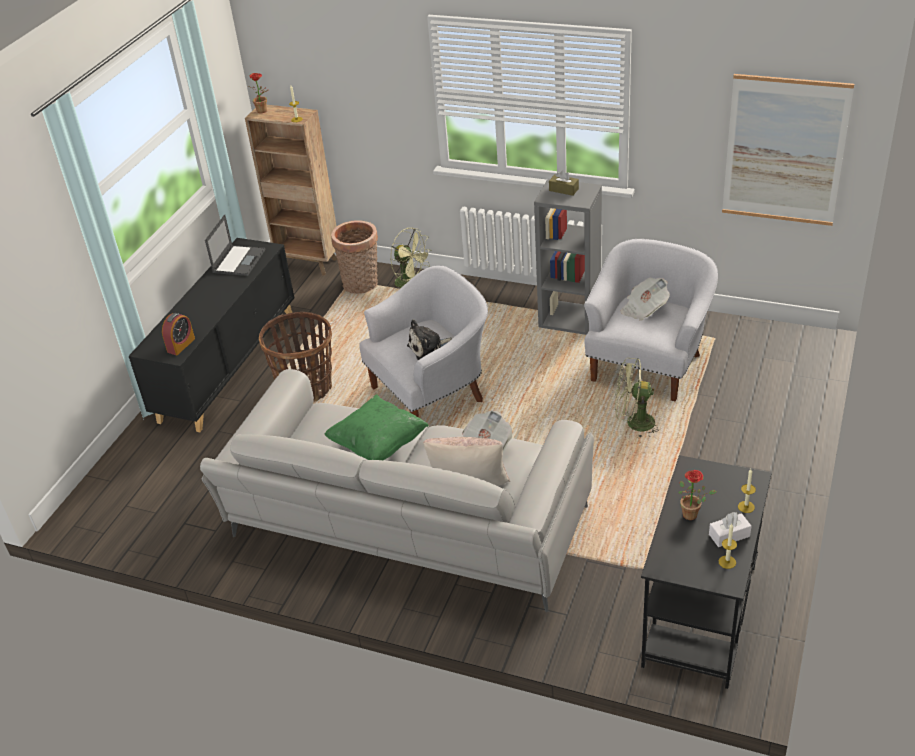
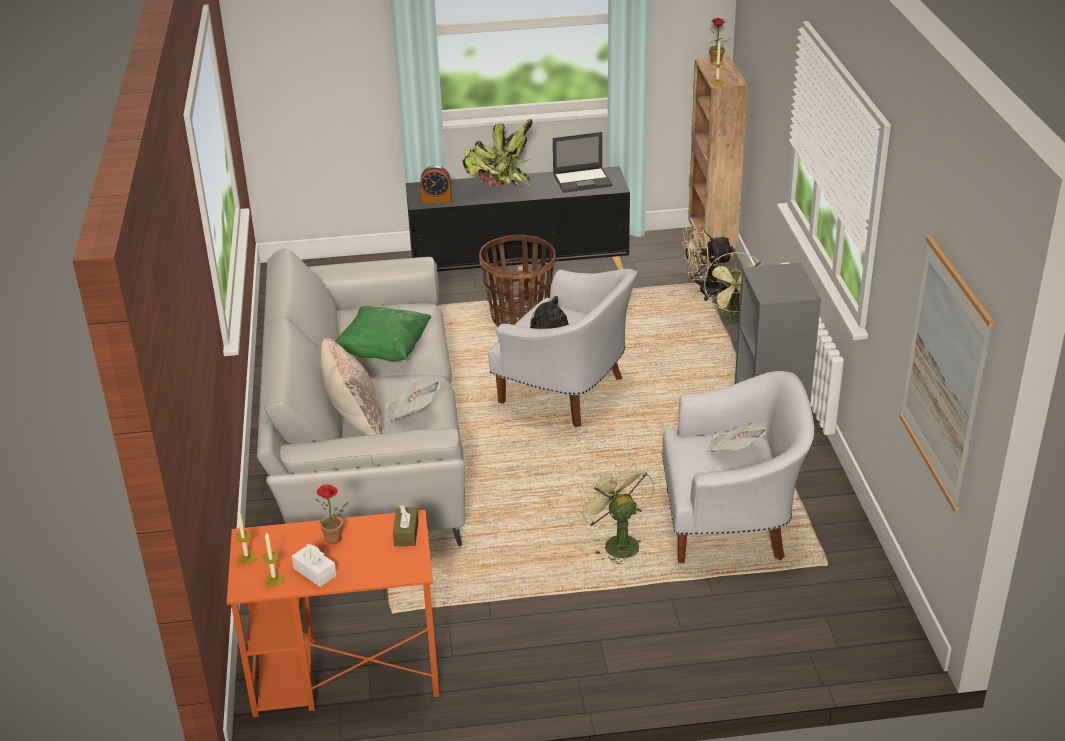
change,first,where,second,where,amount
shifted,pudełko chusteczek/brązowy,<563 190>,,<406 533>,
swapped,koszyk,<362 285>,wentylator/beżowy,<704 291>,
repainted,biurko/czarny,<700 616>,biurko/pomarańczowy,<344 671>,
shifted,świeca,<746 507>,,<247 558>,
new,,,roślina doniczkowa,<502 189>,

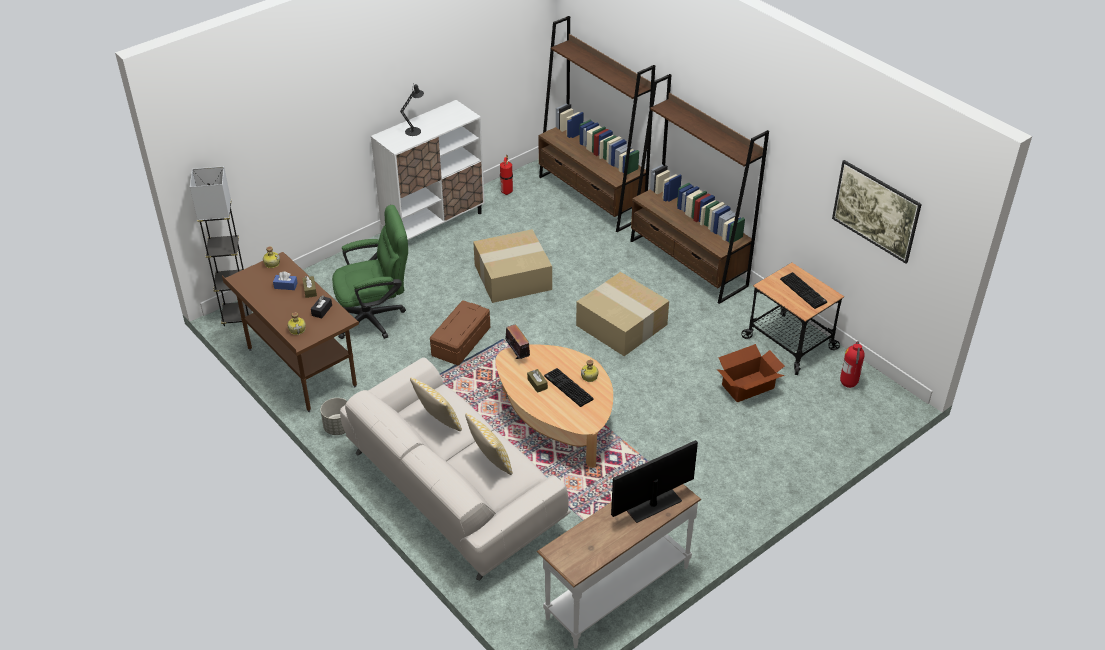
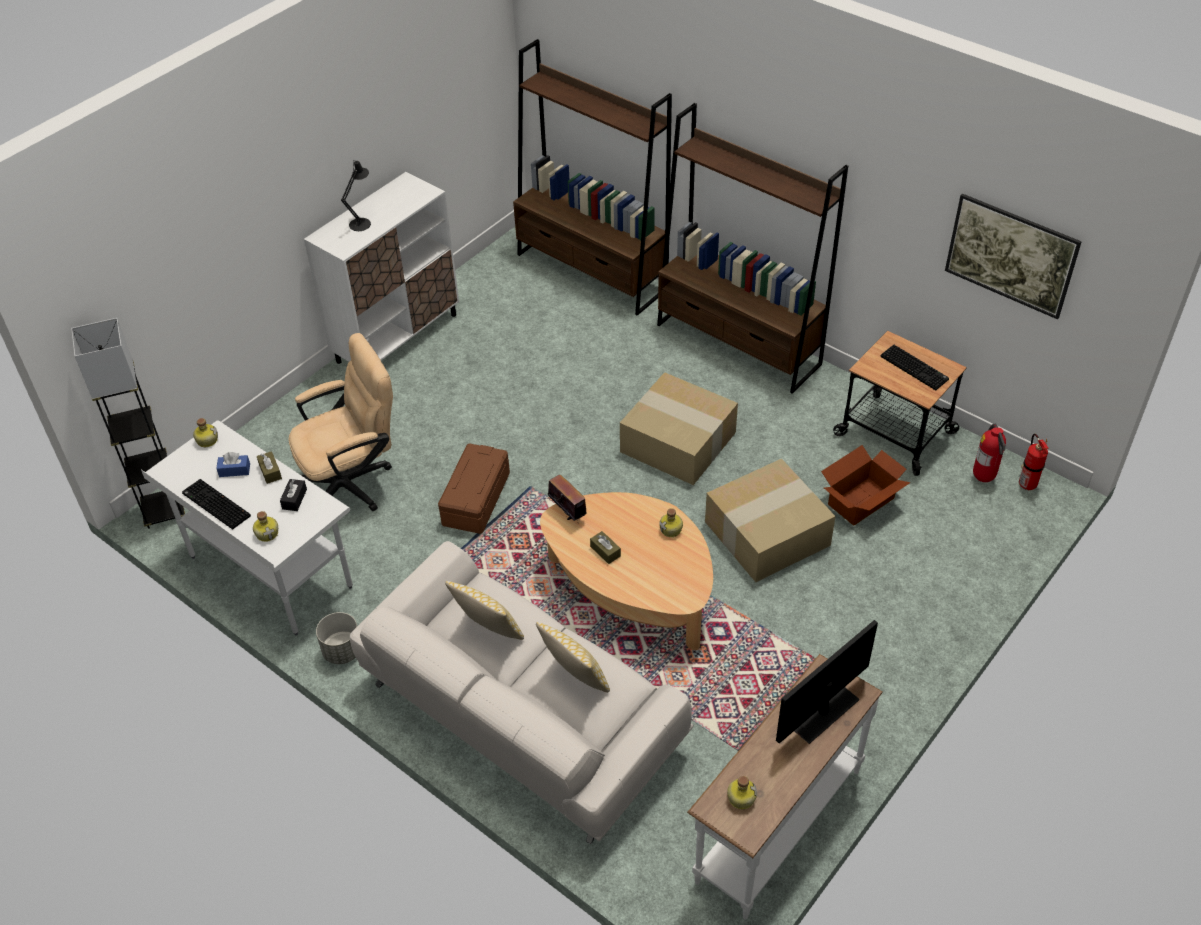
change,first,where,second,where,amount
shifted,gaśnica,<507 191>,,<1026 483>,
repainted,krzesło biurowe/zielony,<375 317>,krzesło biurowe/beżowy,<353 482>,
shifted,karton,<513 276>,,<767 532>,
repainted,biurko/brązowy,<301 368>,biurko/biały,<270 572>,
shifted,klawiatura,<567 388>,,<214 505>,
new,,,butelka,<740 797>,

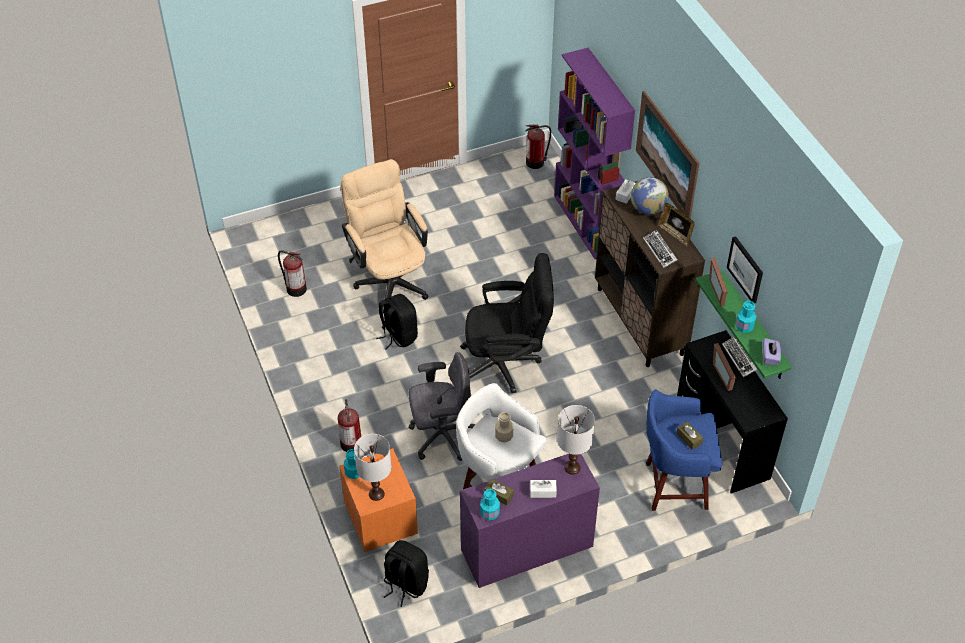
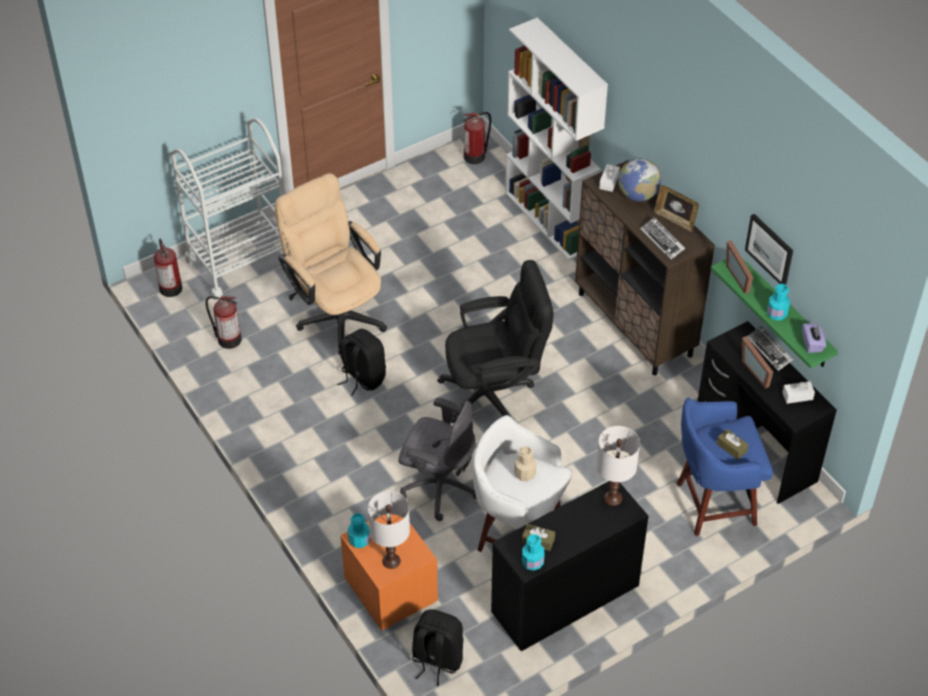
change,first,where,second,where,amount
repainted,regał/fioletowy,<587 223>,regał/biały,<550 220>,
gone,obraz,<667 156>,,,
rotated,krzesło biurowe/szary,<441 436>,,<439 487>,45 degrees clockwise
shifted,gaśnica,<351 442>,,<170 287>,
repainted,biurko/fioletowy,<527 548>,biurko/czarny,<565 599>,
shifted,pudełko chusteczek/biały,<543 492>,,<797 396>,
new,,,wózek/biały,<240 262>,

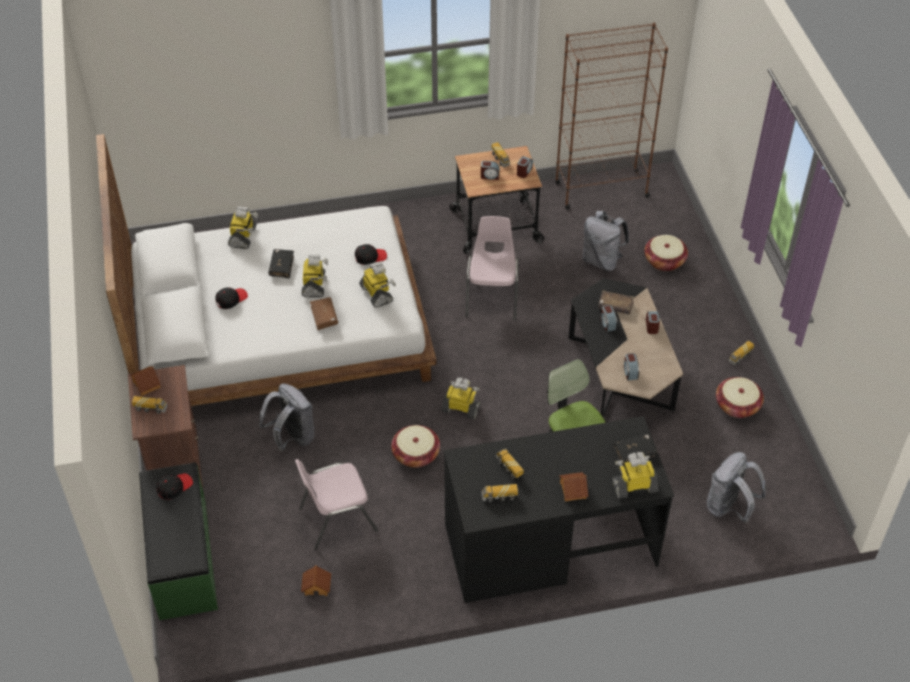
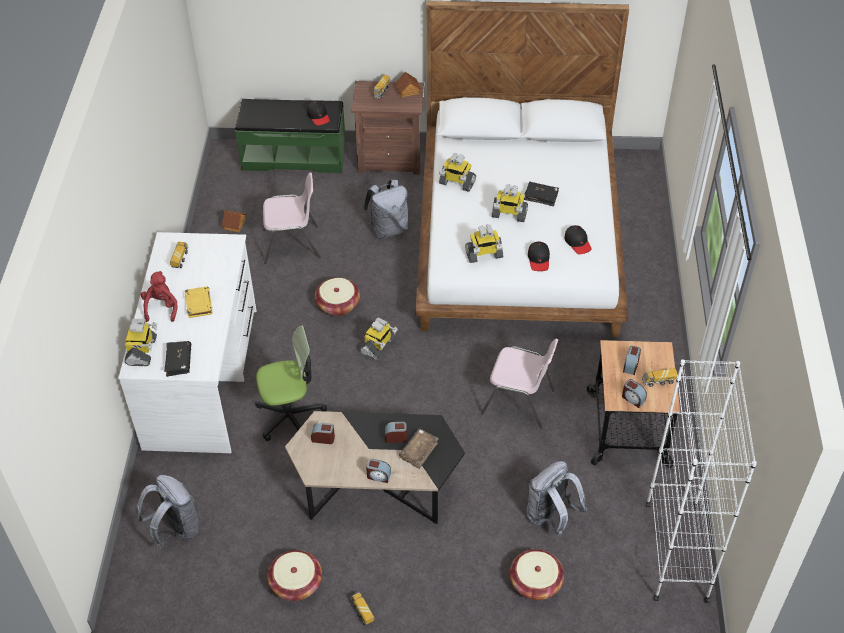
change,first,where,second,where,amount
repainted,regał/brązowy,<601 189>,regał/biały,<676 551>,
shifted,robot zabawkowy,<243 237>,,<456 183>,
shifted,czapka z daszkiem/czarny,<231 299>,,<577 242>,
gone,książka/brązowy,<324 316>,,,
repainted,biurko/czarny,<549 544>,biurko/biały,<202 377>,
gone,ciężarówka zabawkowa,<509 468>,,,
rotated,krzesło/różowy,<336 519>,,<292 244>,90 degrees clockwise
swapped,domek,<572 490>,pluszak/czerwony,<161 308>,
new,,,książka/żółty,<198 304>,

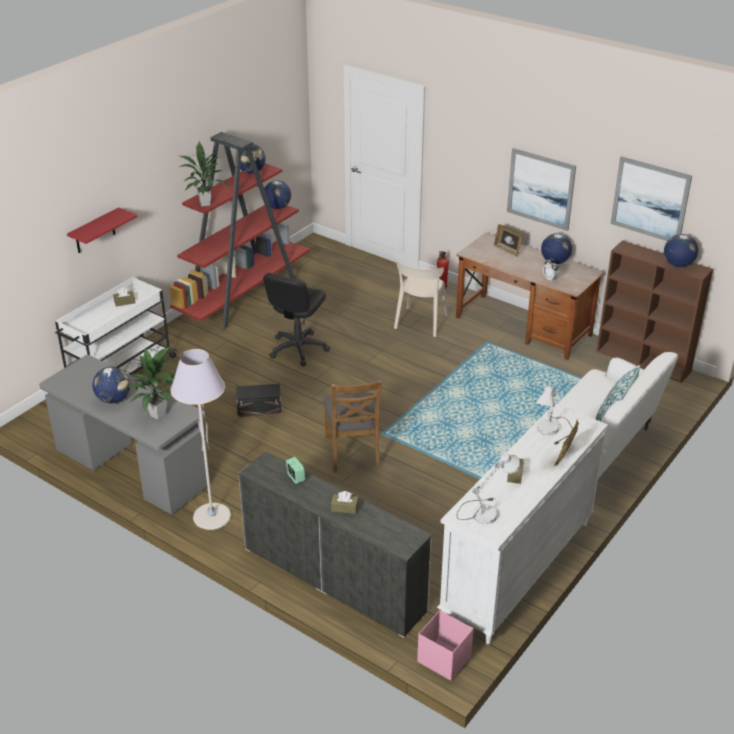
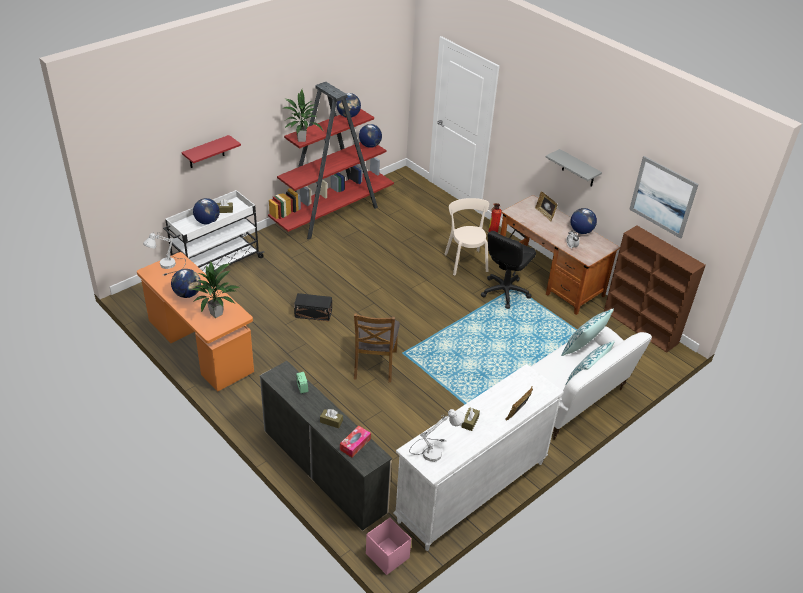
change,first,where,second,where,amount
swapped,obraz,<540 189>,półka/szary,<578 169>,
shifted,globus,<678 264>,,<207 221>,
rotated,krzesło/beżowy,<420 323>,,<465 261>,135 degrees clockwise
shifted,krzesło biurowe/czarny,<298 349>,,<504 292>,
gone,lampa stojąca/szary,<211 517>,,,
repainted,biurko/szary,<131 468>,biurko/pomarańczowy,<200 347>,
shifted,lampa stołowa/biały,<552 433>,,<168 267>,
new,,,poduszka,<583 349>,
new,,,pudełko chusteczek,<355 444>,

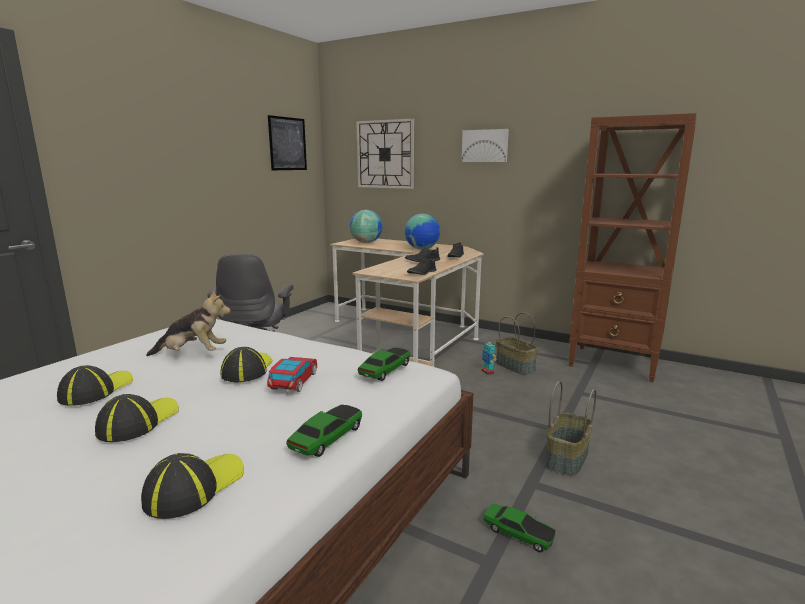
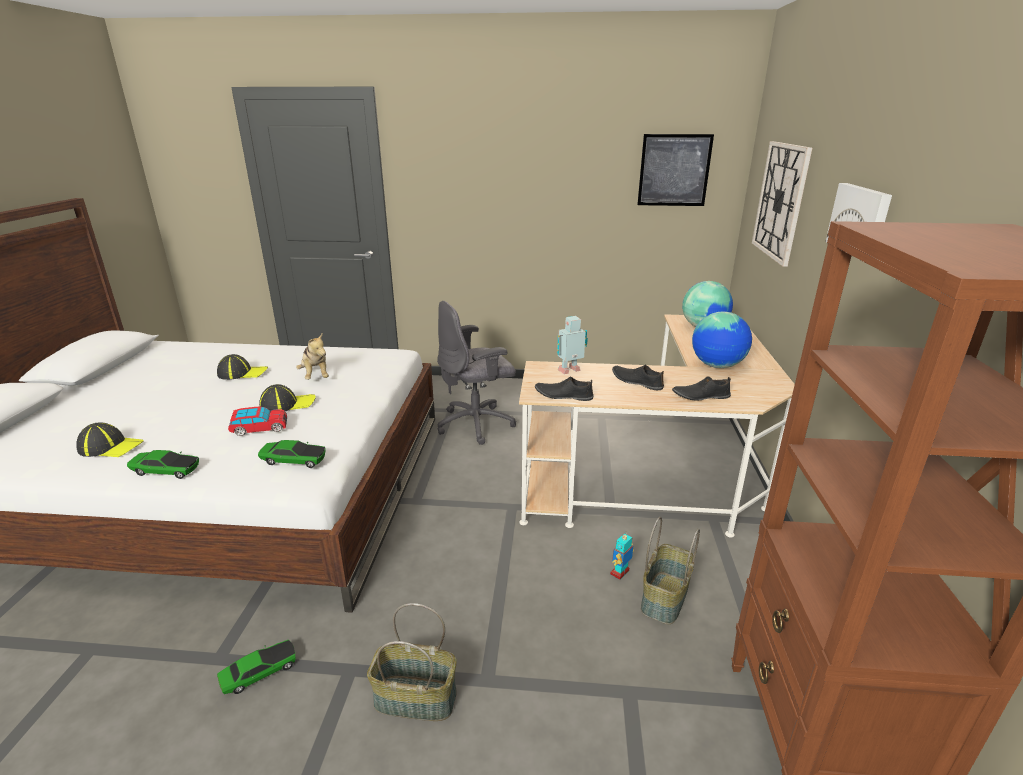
change,first,where,second,where,amount
gone,czapka z daszkiem,<138 422>,,,
rotated,samochodzik,<518 534>,,<259 673>,135 degrees counterclockwise
new,,,robot zabawkowy,<570 371>,

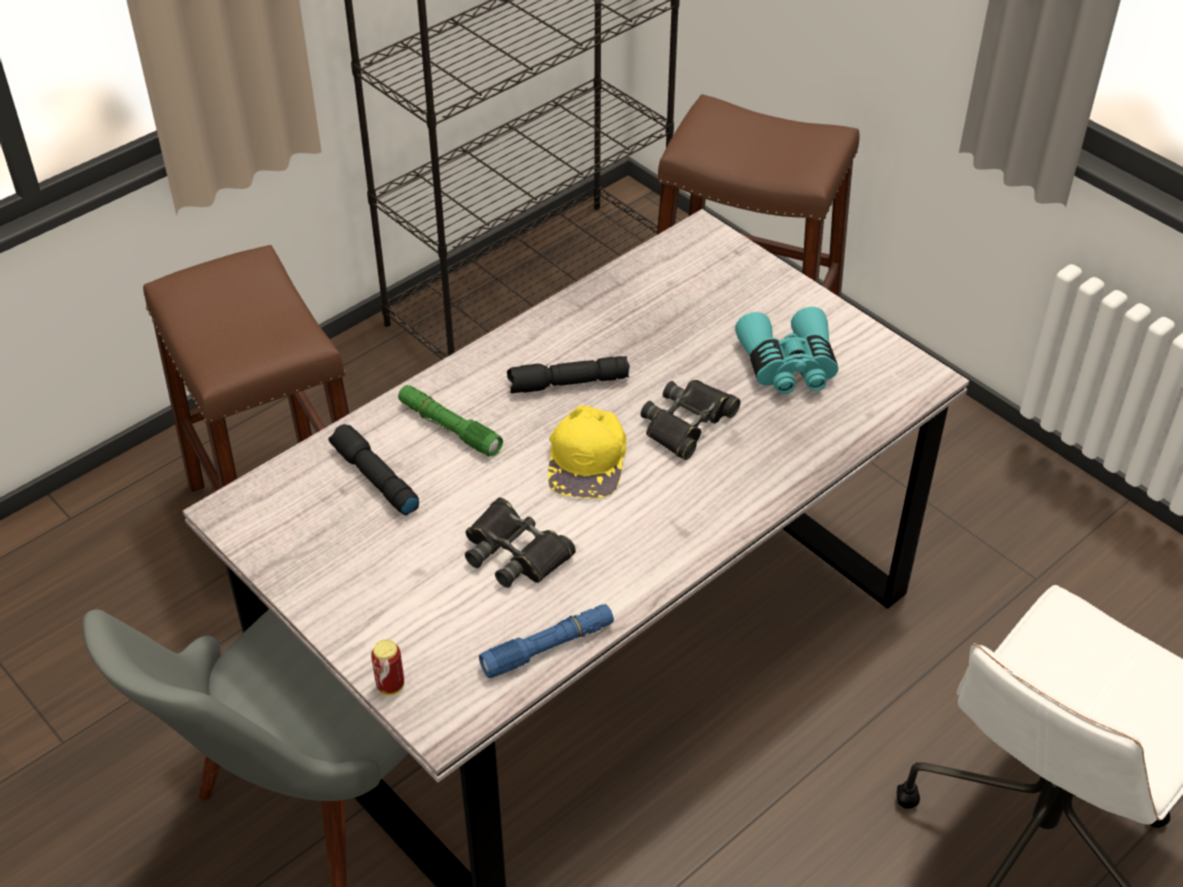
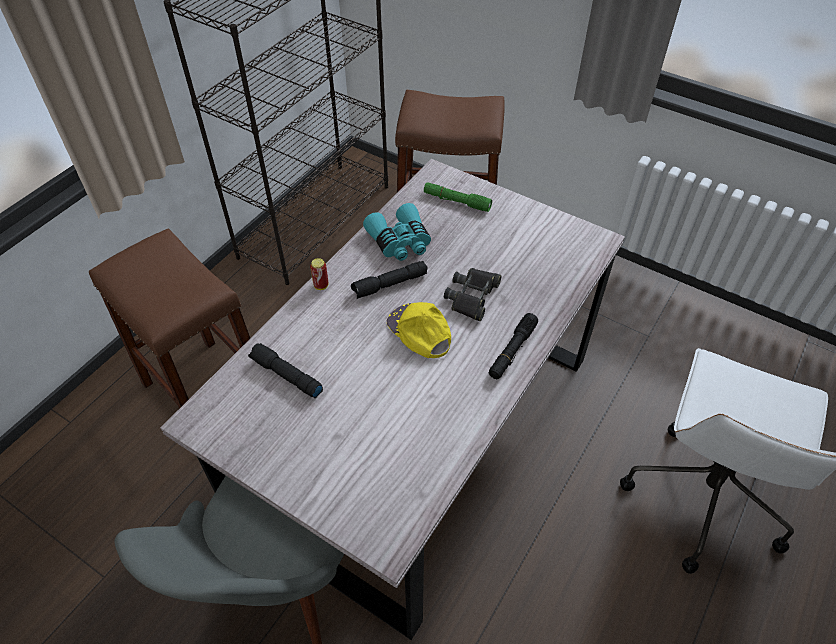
change,first,where,second,where,amount
shifted,lornetka/turkusowy,<788 366>,,<400 242>,
shifted,latarka/zielony,<449 428>,,<456 201>,
rotated,czapka z daszkiem/żółty,<588 458>,,<419 332>,150 degrees clockwise
gone,lornetka/czarny,<515 552>,,,
gone,latarka/niebieski,<548 647>,,,
shifted,puszka,<390 685>,,<321 285>,
new,,,latarka/czarny,<512 351>,

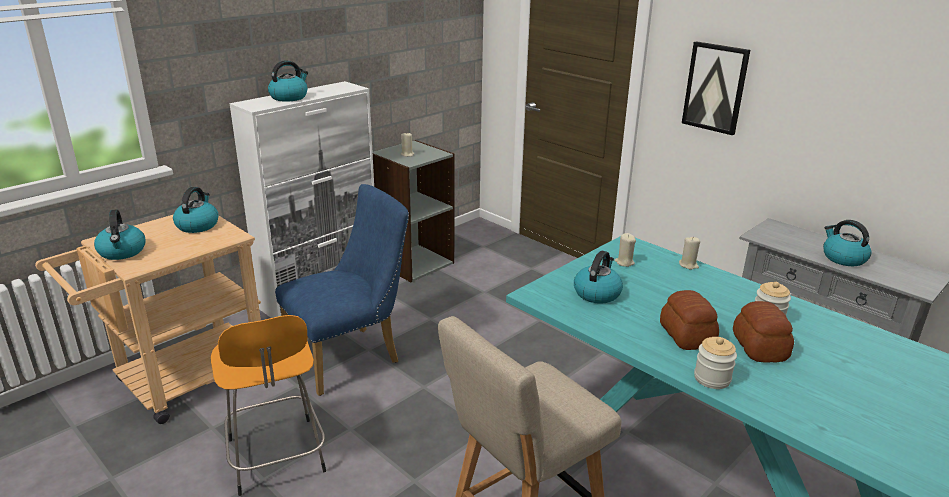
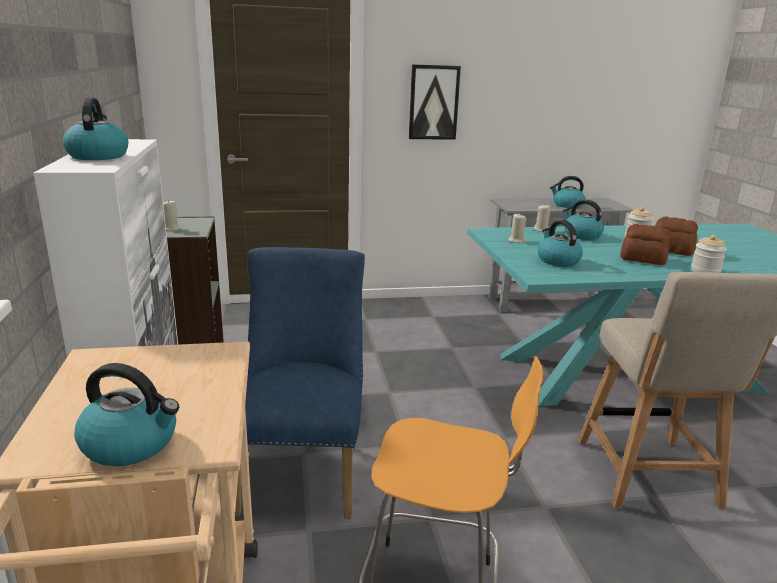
change,first,where,second,where,amount
shifted,czajnik,<197 225>,,<581 235>,

